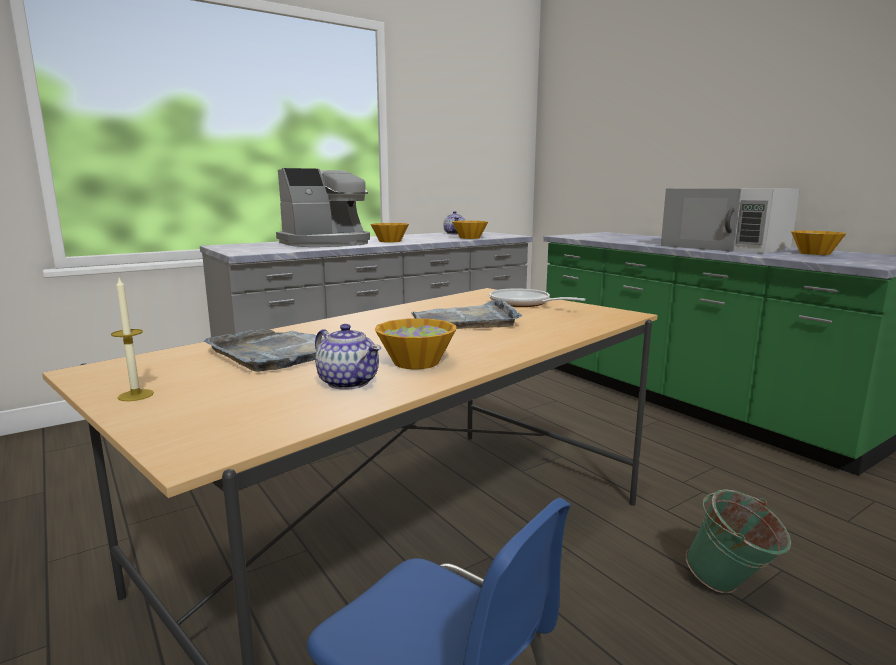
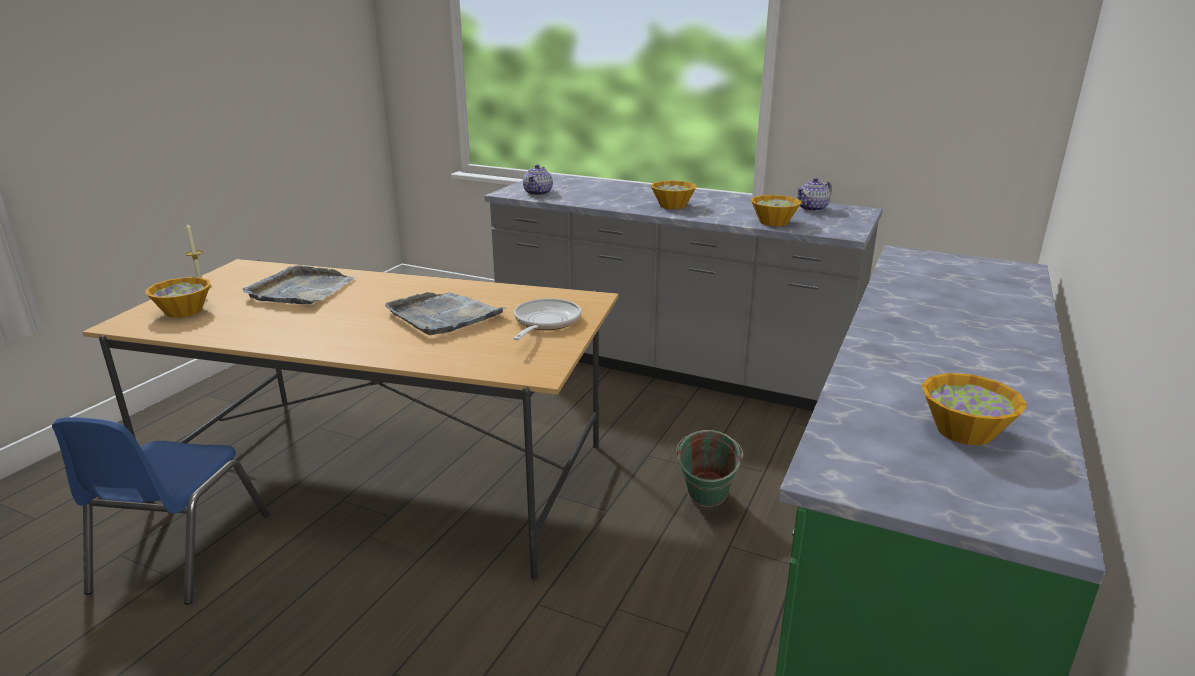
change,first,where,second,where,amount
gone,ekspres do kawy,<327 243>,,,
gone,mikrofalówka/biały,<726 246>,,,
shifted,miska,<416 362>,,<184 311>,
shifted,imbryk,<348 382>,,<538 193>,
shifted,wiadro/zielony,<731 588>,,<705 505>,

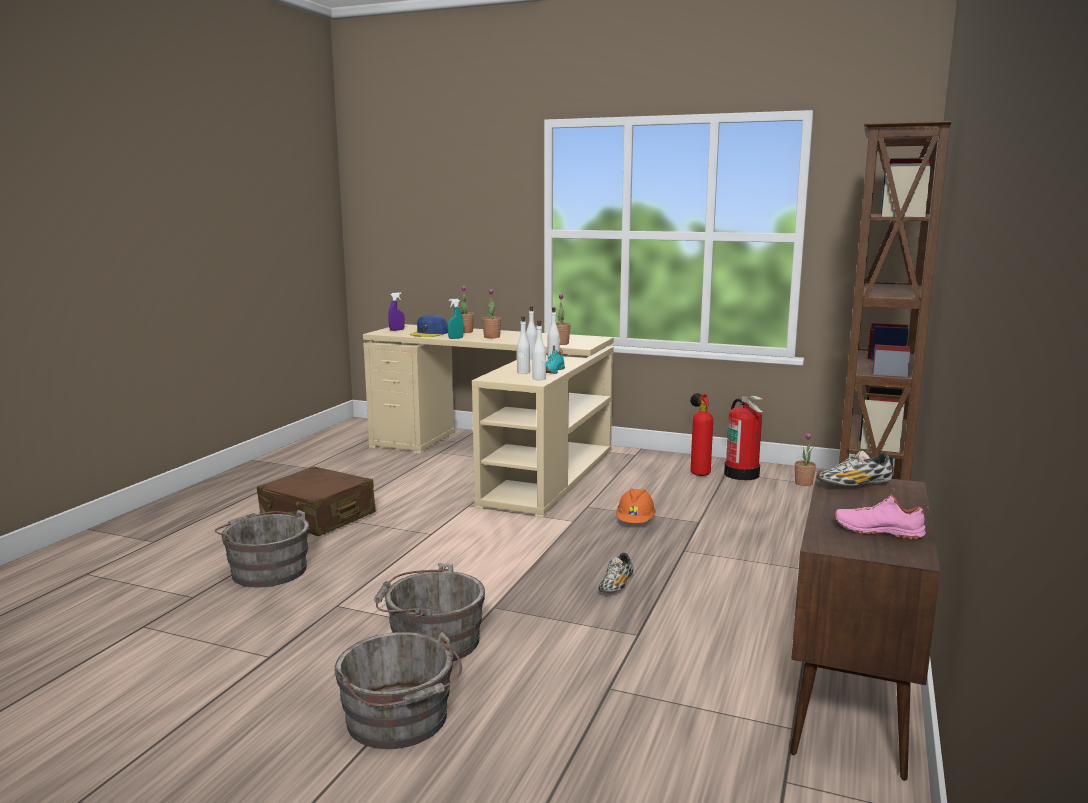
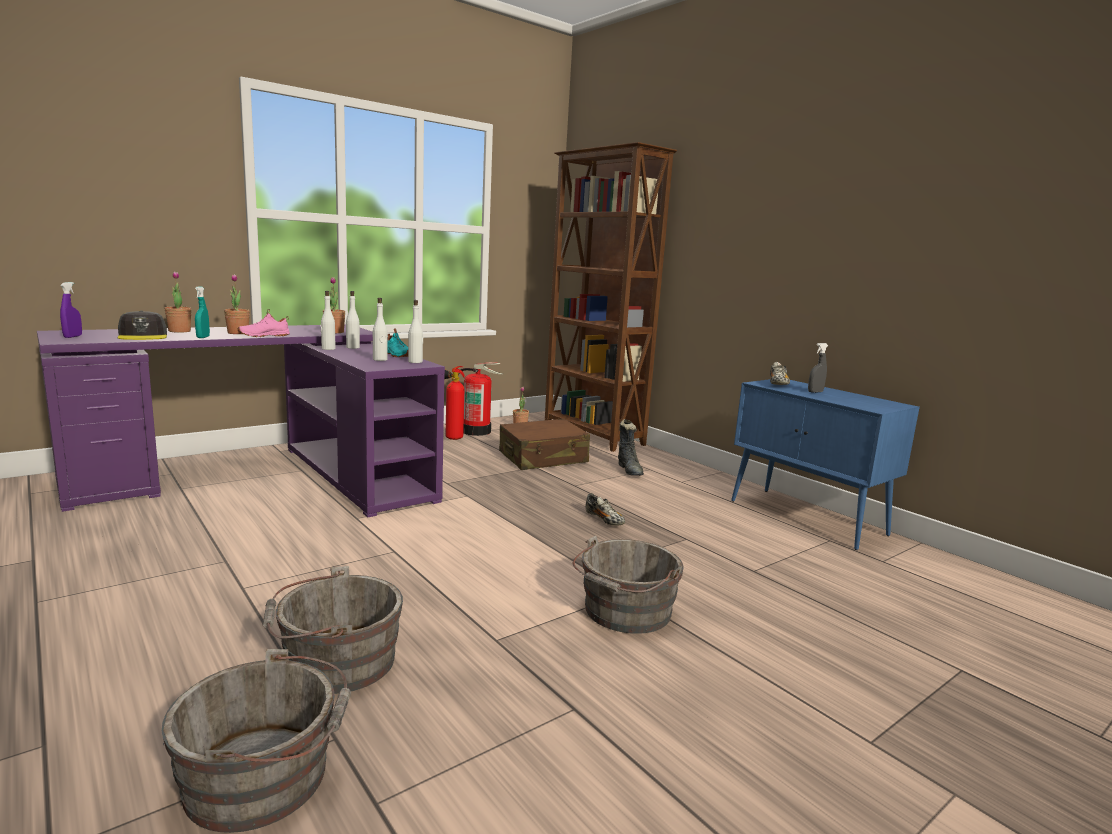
change,first,where,second,where,amount
repainted,czapka z daszkiem/niebieski,<429 333>,czapka z daszkiem/szary,<143 336>,
repainted,biurko/beżowy,<501 461>,biurko/fioletowy,<274 475>,
shifted,walizka/brązowy,<318 517>,,<543 458>,
repainted,szafka/brązowy,<850 701>,szafka/niebieski,<808 518>,
gone,kask/pomarańczowy,<635 522>,,,
shifted,but/różowy,<878 530>,,<264 335>,
shifted,wiadro/szary,<400 721>,,<265 778>,
new,,,spryskiwacz/szary,<815 392>,
new,,,but z cholewką/czarny,<629 470>,

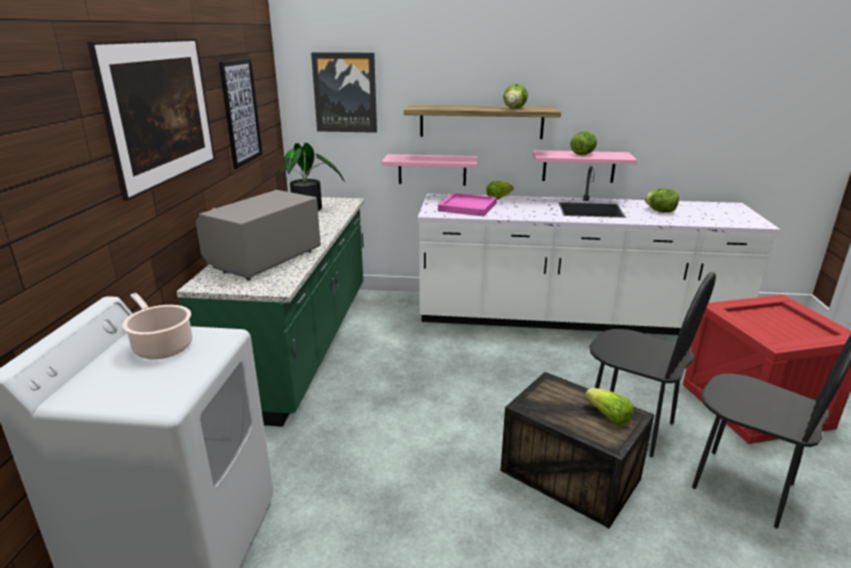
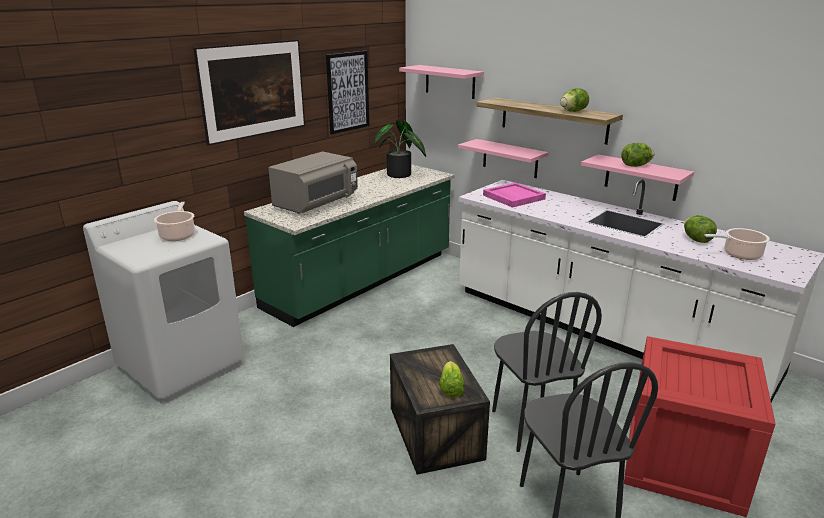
change,first,where,second,where,amount
swapped,obraz,<345 93>,półka/różowy,<450 81>,
gone,sałata,<498 198>,,,
rotated,mikrofalówka/szary,<264 259>,,<316 204>,150 degrees clockwise
new,,,garnek,<739 254>,

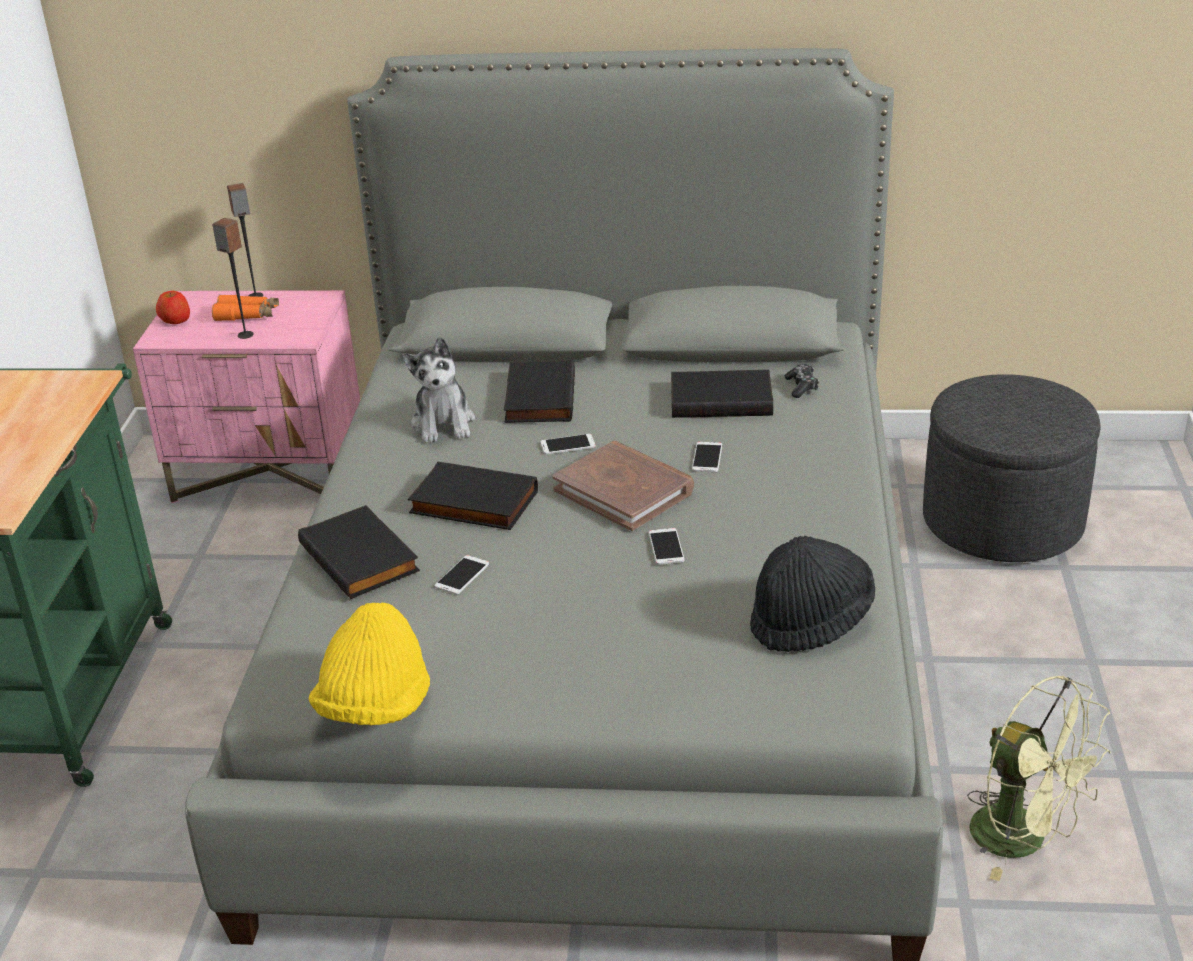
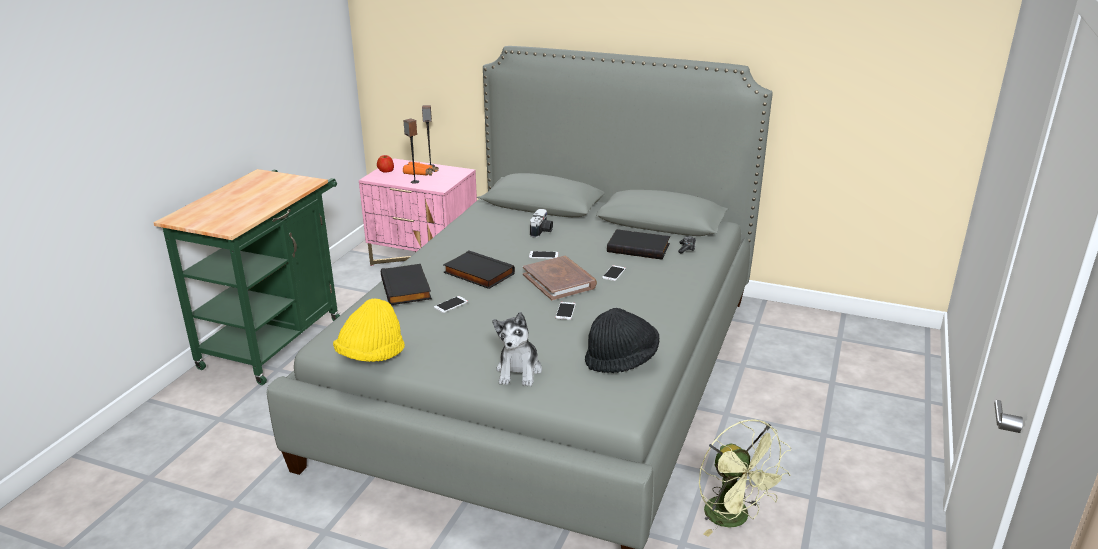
change,first,where,second,where,amount
shifted,pluszak,<444 423>,,<519 371>,
swapped,książka/czarny,<538 397>,aparat fotograficzny,<542 231>,
gone,pufa/szary,<1002 521>,,,

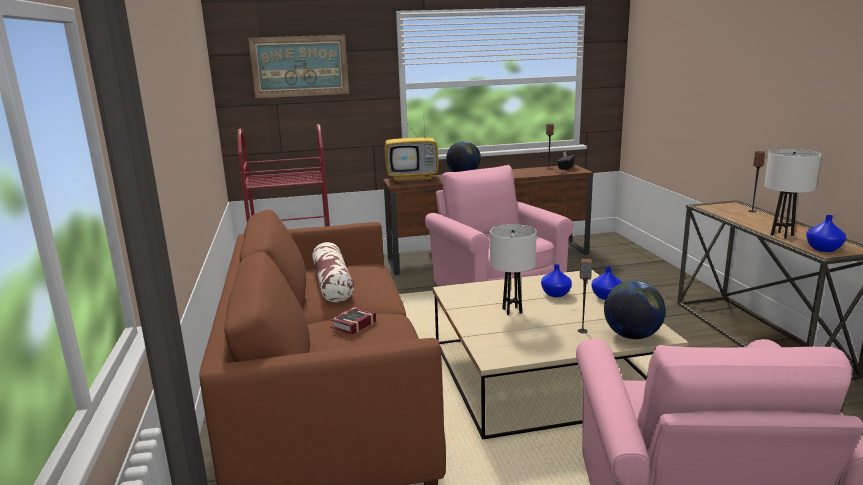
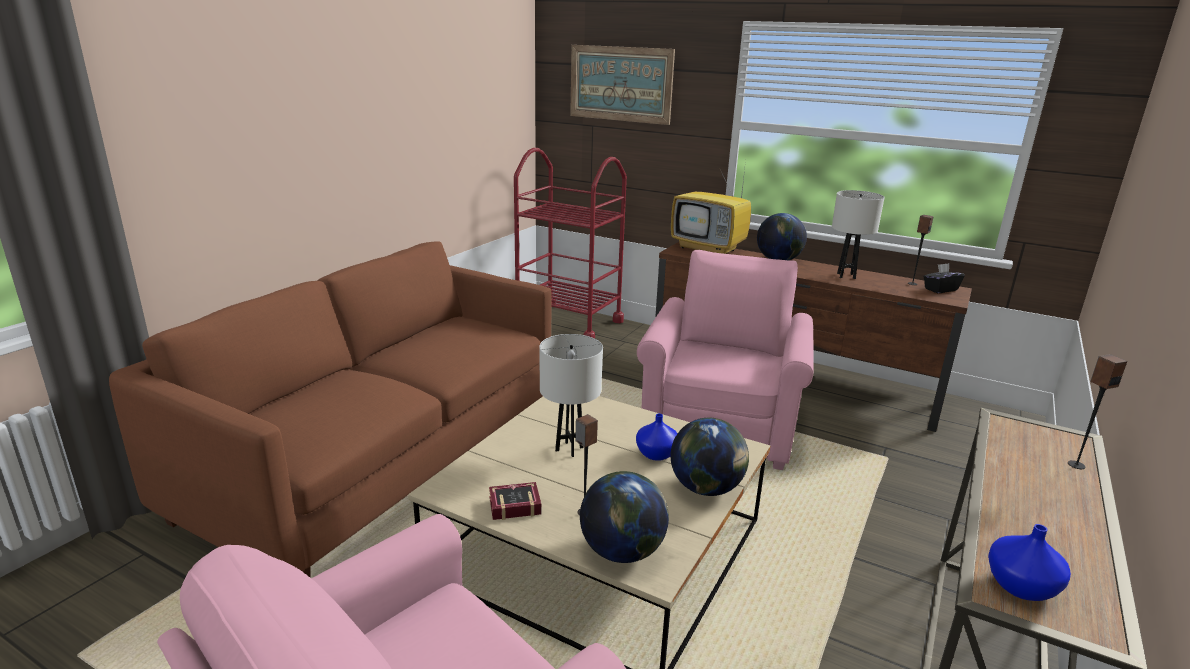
change,first,where,second,where,amount
shifted,lampa stołowa/biały,<782 235>,,<846 276>,
gone,poduszka,<332 283>,,,
swapped,wazon/niebieski,<606 296>,globus,<706 488>,
shifted,książka,<351 325>,,<512 505>,

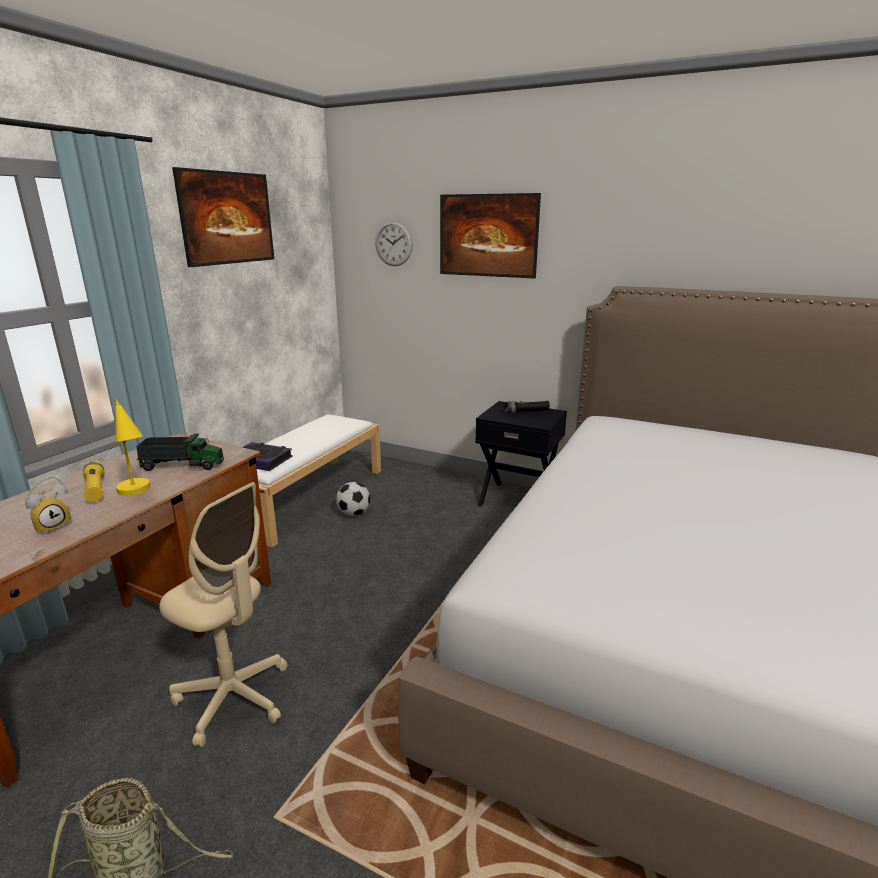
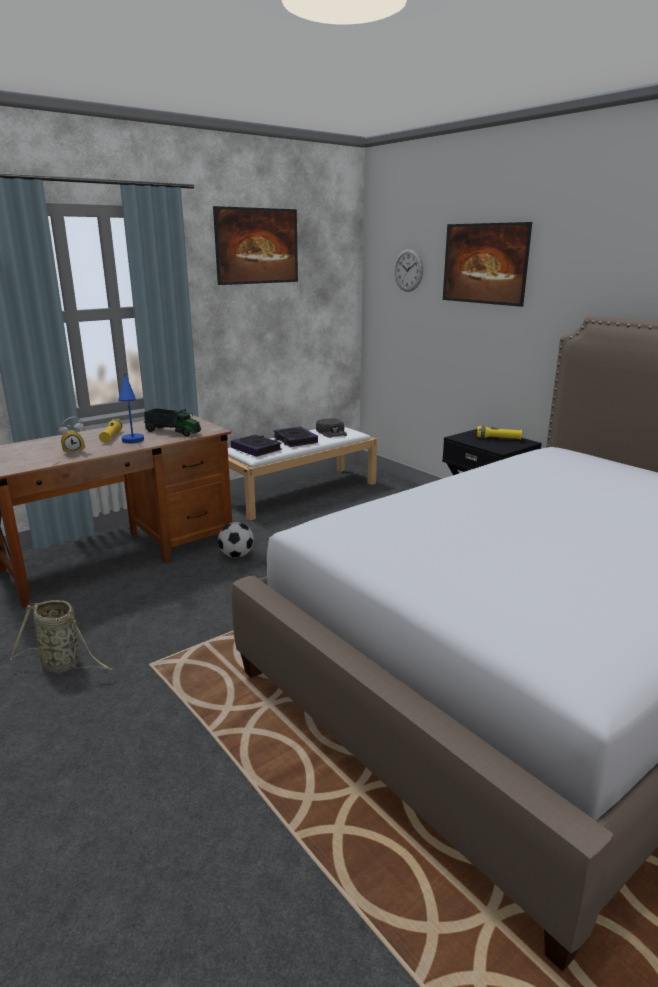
change,first,where,second,where,amount
repainted,lampa stołowa/żółty,<137 494>,lampa stołowa/niebieski,<132 443>,
repainted,latarka/czarny,<526 412>,latarka/żółty,<498 438>,
gone,krzesło biurowe/beżowy,<233 698>,,,
shifted,piłka futbolowa,<354 513>,,<236 555>,
new,,,czapka z daszkiem/czarny,<332 432>,
new,,,książka,<295 440>,

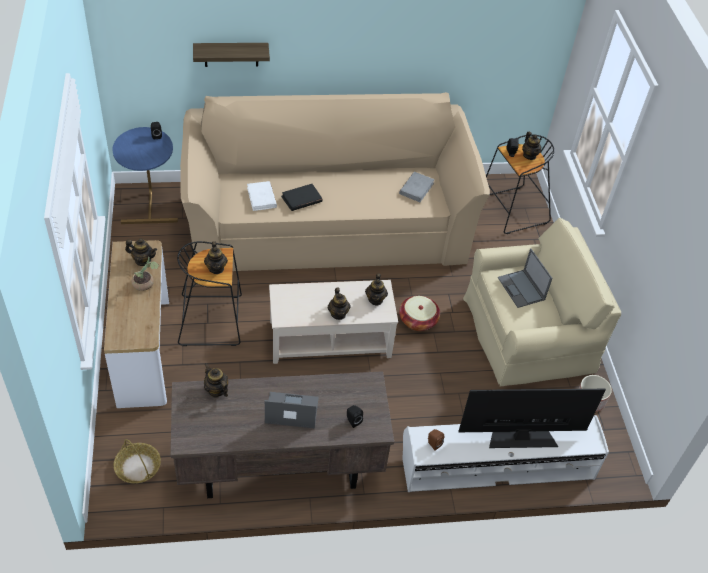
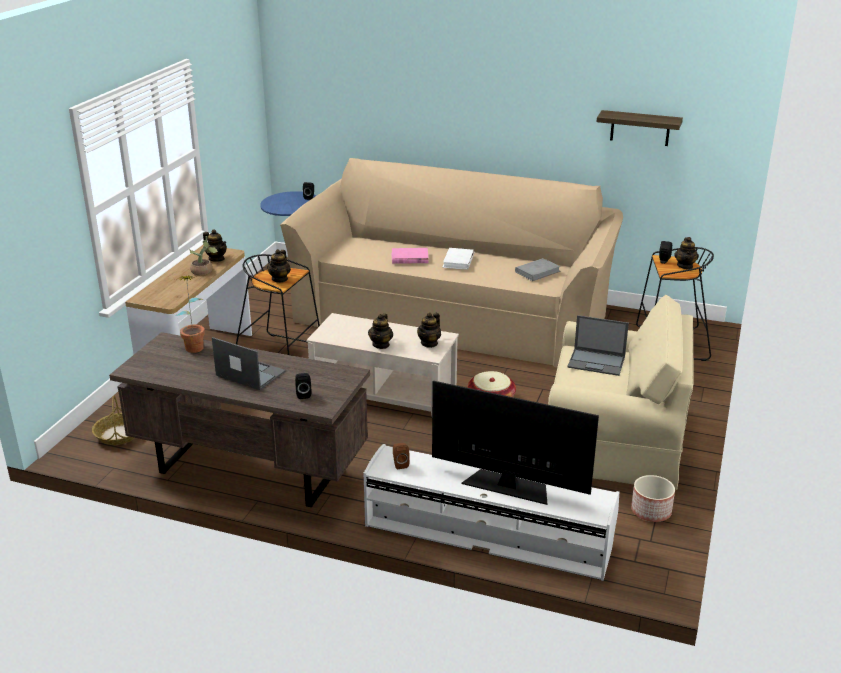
change,first,where,second,where,amount
shifted,półka,<231 54>,,<640 128>,
shifted,książka/biały,<261 198>,,<458 261>,
repainted,książka/czarny,<301 199>,książka/różowy,<409 258>,
rotated,laptop,<521 289>,,<597 362>,75 degrees counterclockwise
swapped,imbryk,<216 390>,roślina doniczkowa,<194 345>,

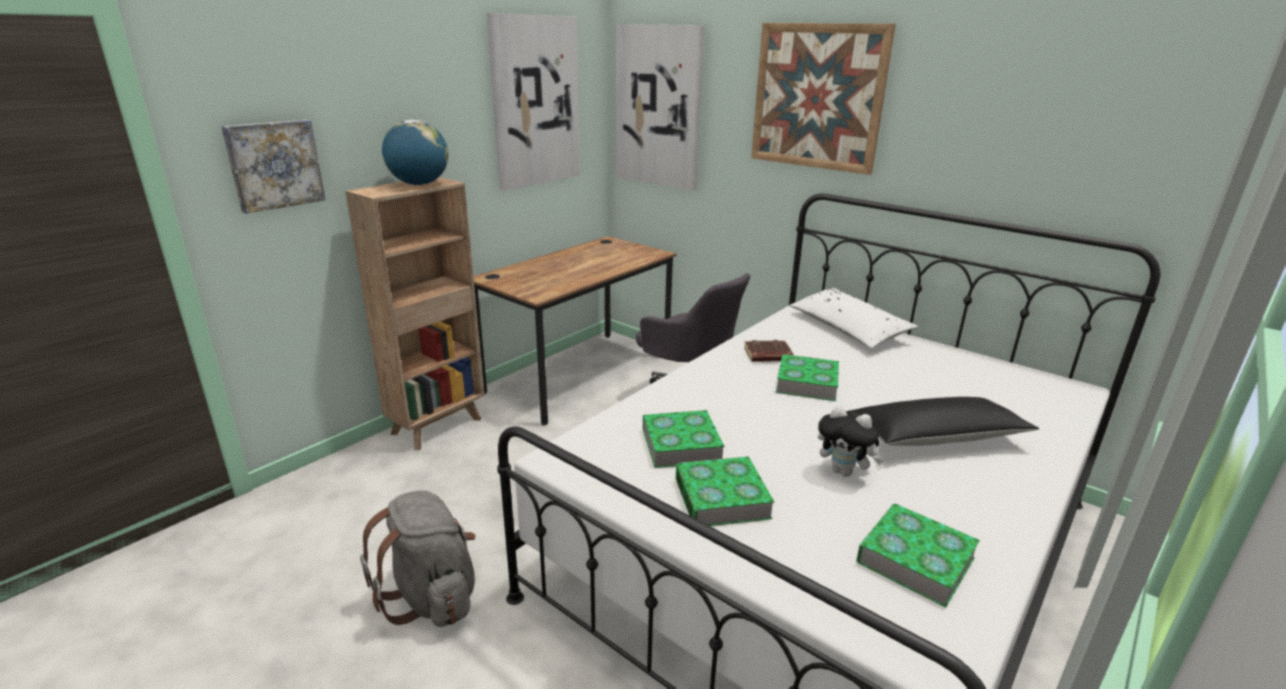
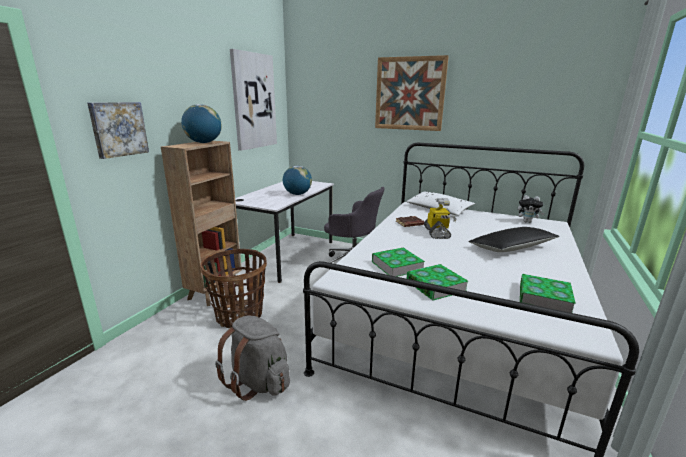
change,first,where,second,where,amount
gone,obraz,<658 107>,,,
repainted,biurko/brązowy,<580 374>,biurko/biały,<287 255>,
swapped,książka,<807 383>,robot zabawkowy,<437 233>,
shifted,pluszak,<844 472>,,<527 222>,
new,,,globus,<297 194>,
new,,,koszyk,<239 315>,

